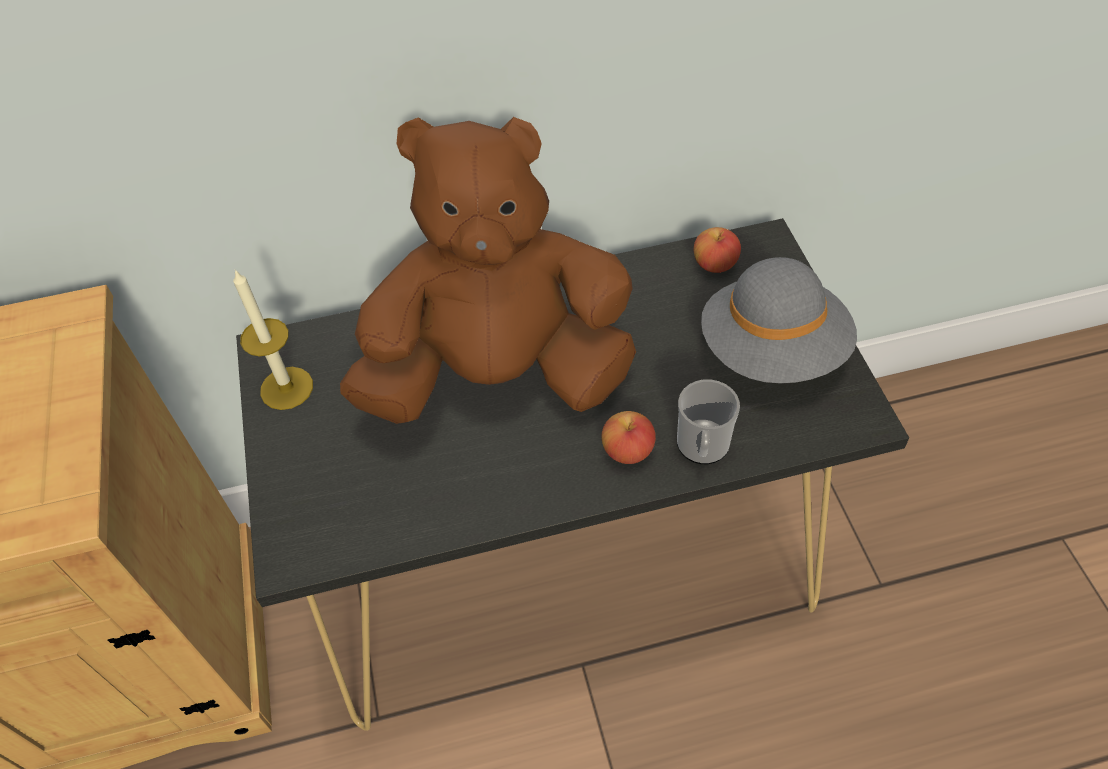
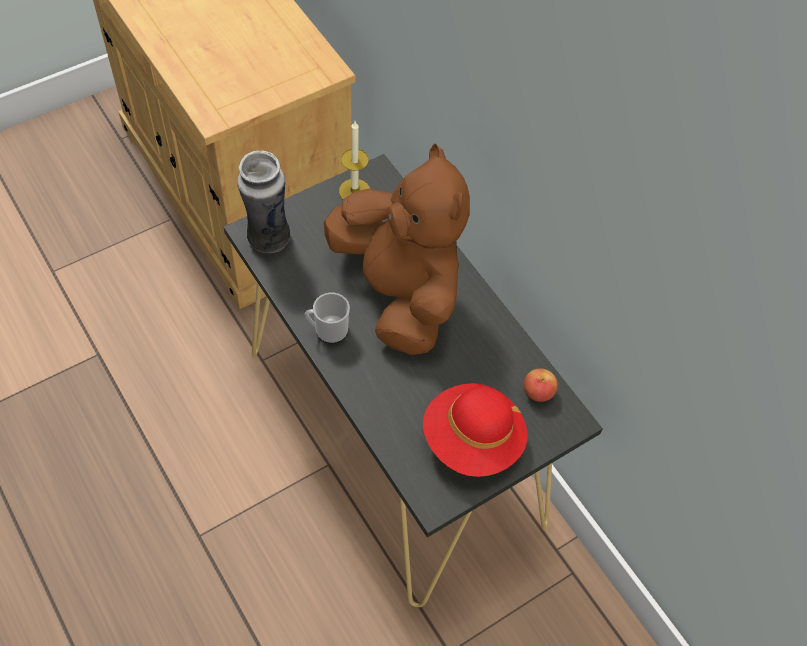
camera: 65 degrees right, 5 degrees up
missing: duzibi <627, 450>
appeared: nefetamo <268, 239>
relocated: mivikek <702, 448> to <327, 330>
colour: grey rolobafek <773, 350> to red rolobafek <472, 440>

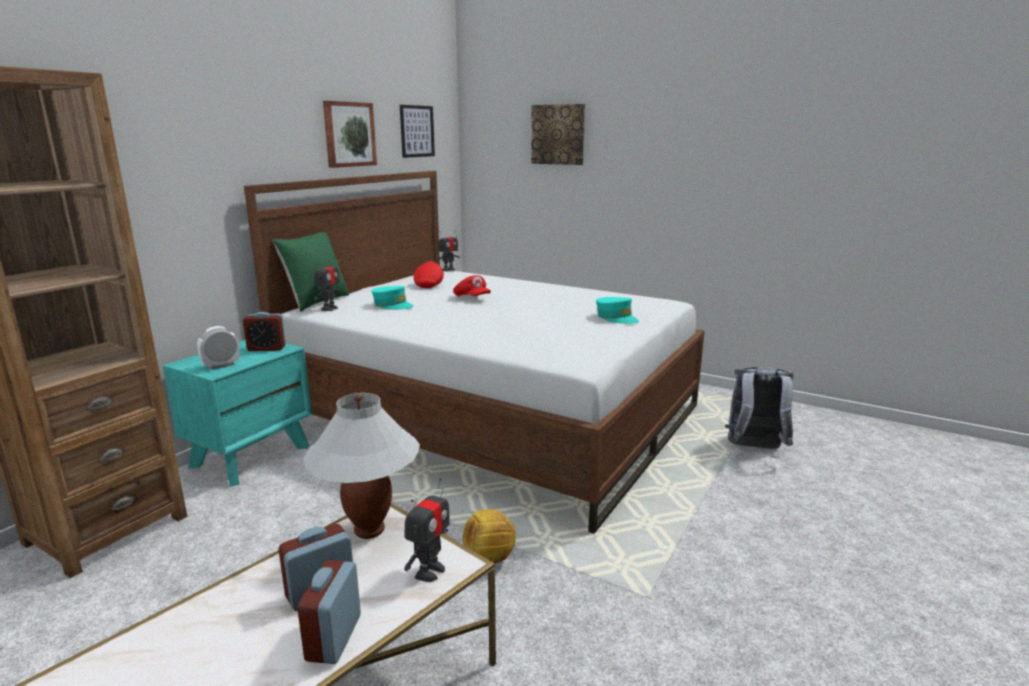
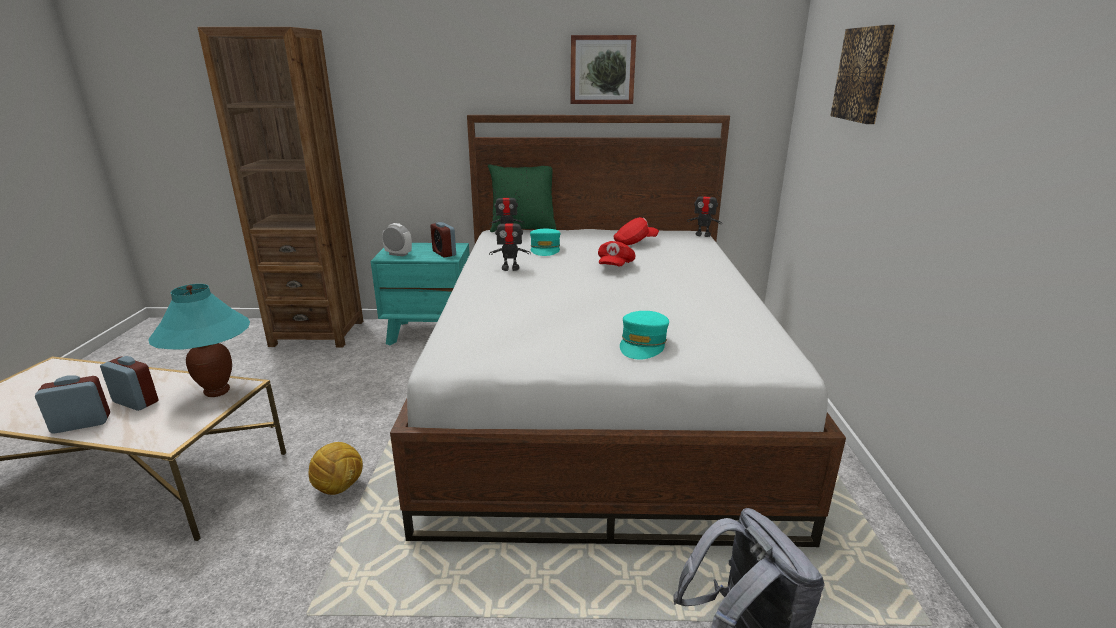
camera: 60 degrees right, 5 degrees up
missing: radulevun <417, 131>
relocated: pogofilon <429, 571> to <510, 268>
colour: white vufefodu <370, 530> to turquoise vufefodu <217, 391>

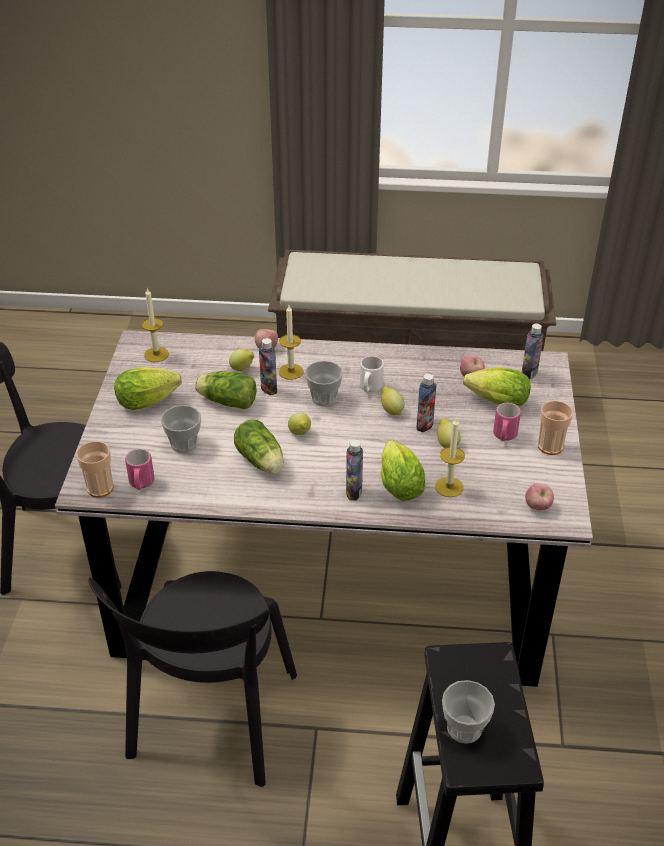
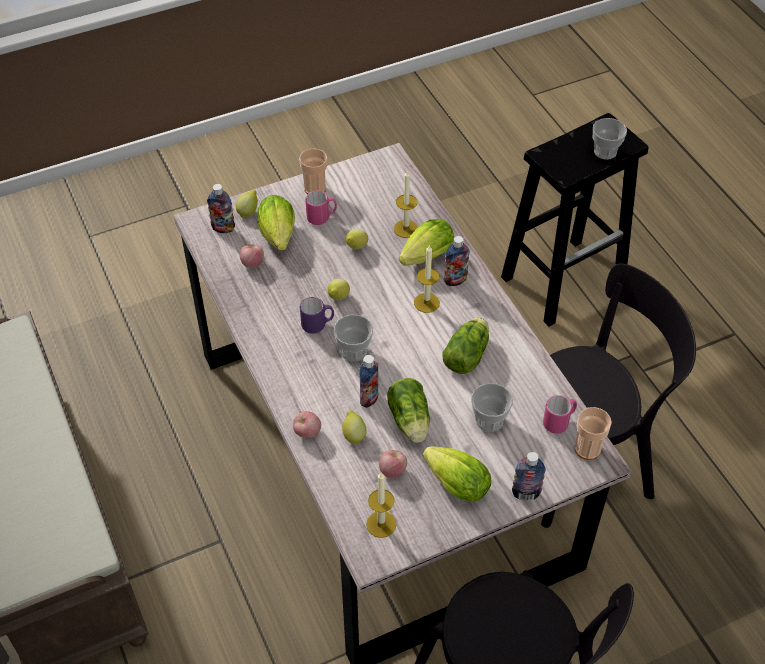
camera: 120 degrees left, 10 degrees up
relocated: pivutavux <291, 371> to <426, 302>; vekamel <424, 425> to <526, 493>; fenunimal <300, 434> to <248, 211>; duzibi <537, 507> to <392, 471>
colour: white mivikek <369, 389> to purple mivikek <318, 325>

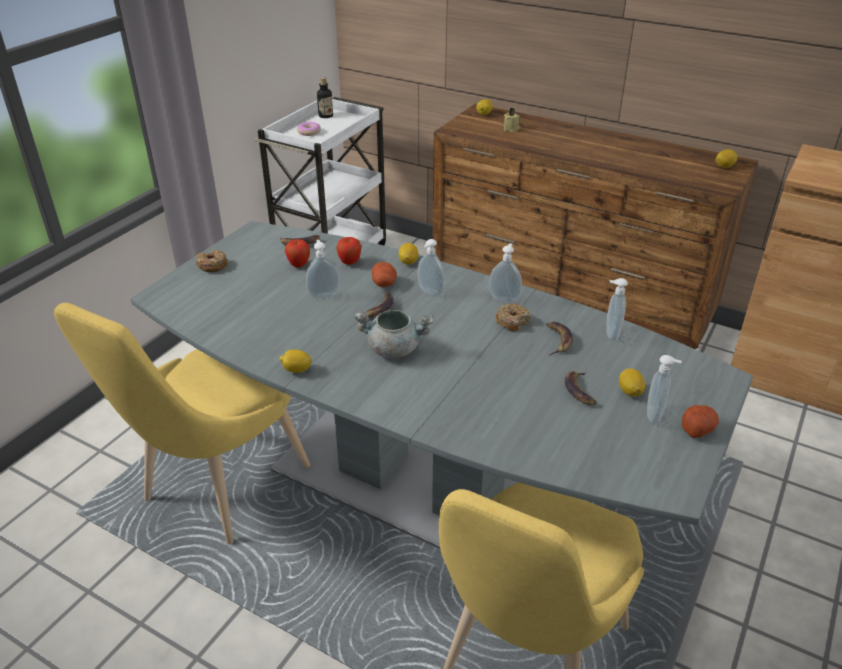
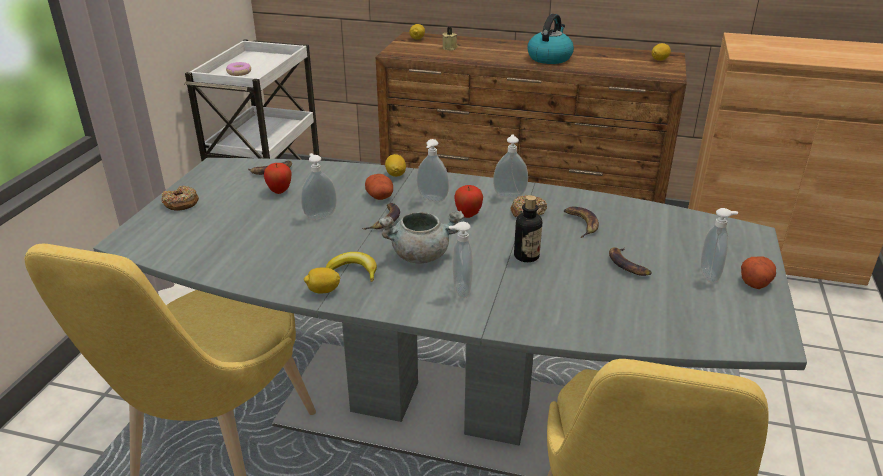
camera: 15 degrees left, 5 degrees down
missing: fenunimal <630, 391>
appeared: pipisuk <549, 58>; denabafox <354, 271>
relocated: vekamel <325, 116> to <526, 256>; duzibi <349, 262> to <468, 215>; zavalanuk <610, 334> to <459, 290>

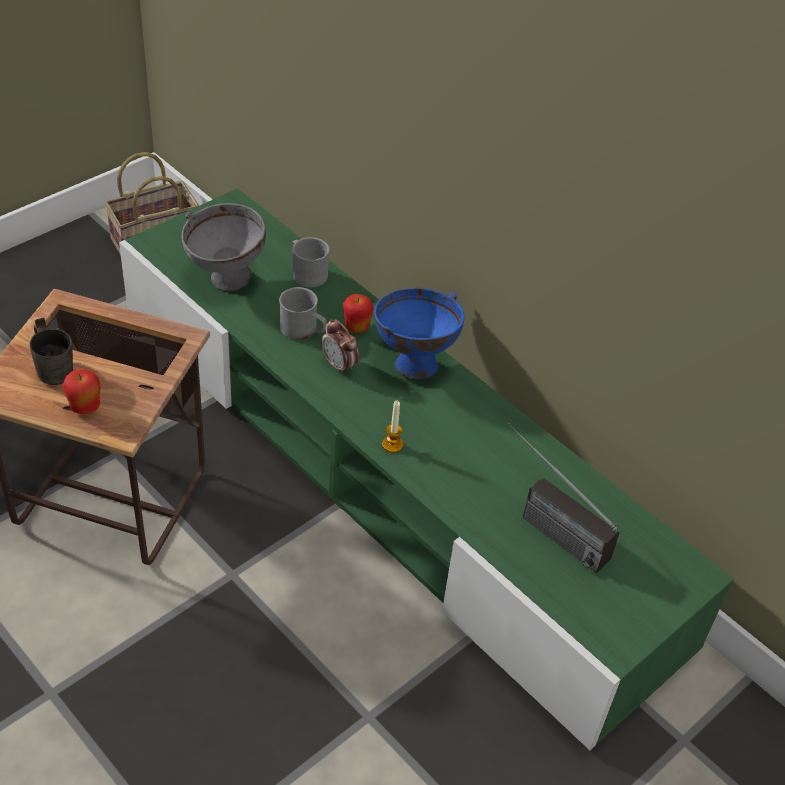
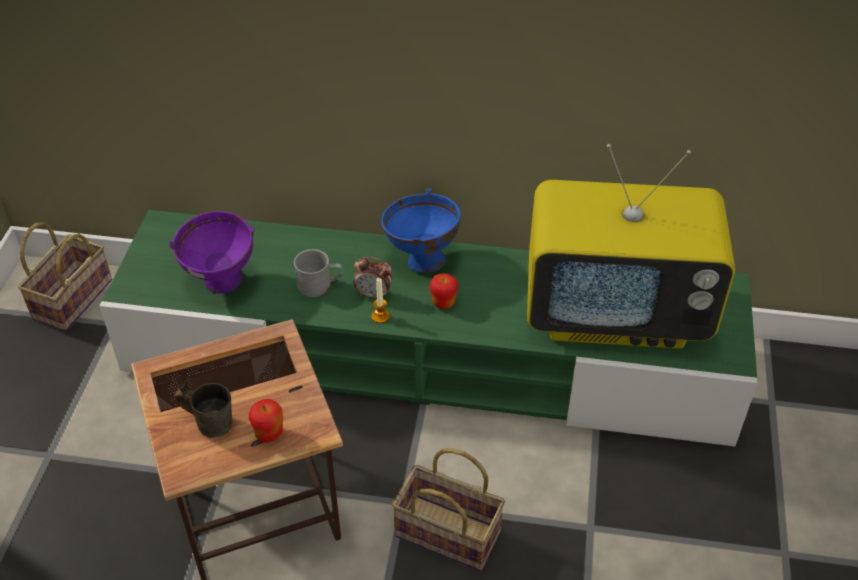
camera: 35 degrees left, 0 degrees up
missing: grey mivikek <306, 273>
appeared: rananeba <444, 534>
relocated: duzibi <356, 327> to <443, 303>; pivutavux <392, 444> to <380, 316>
exchanged: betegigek <544, 525> to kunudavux <616, 314>
colour: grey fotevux <227, 281> to purple fotevux <222, 284>

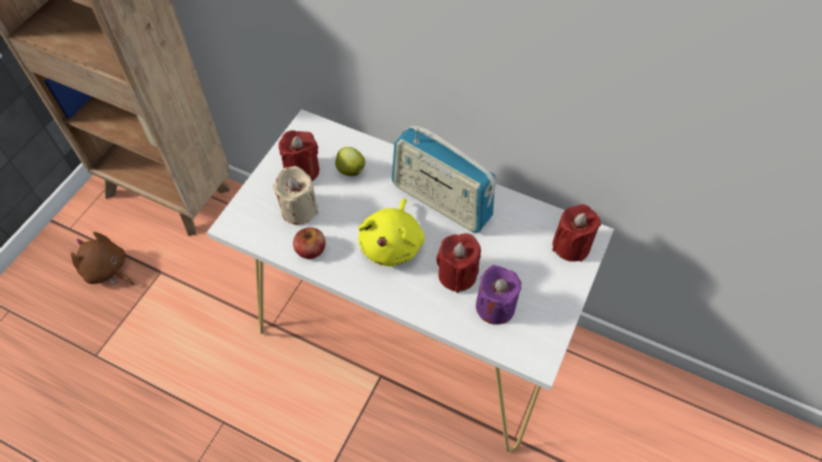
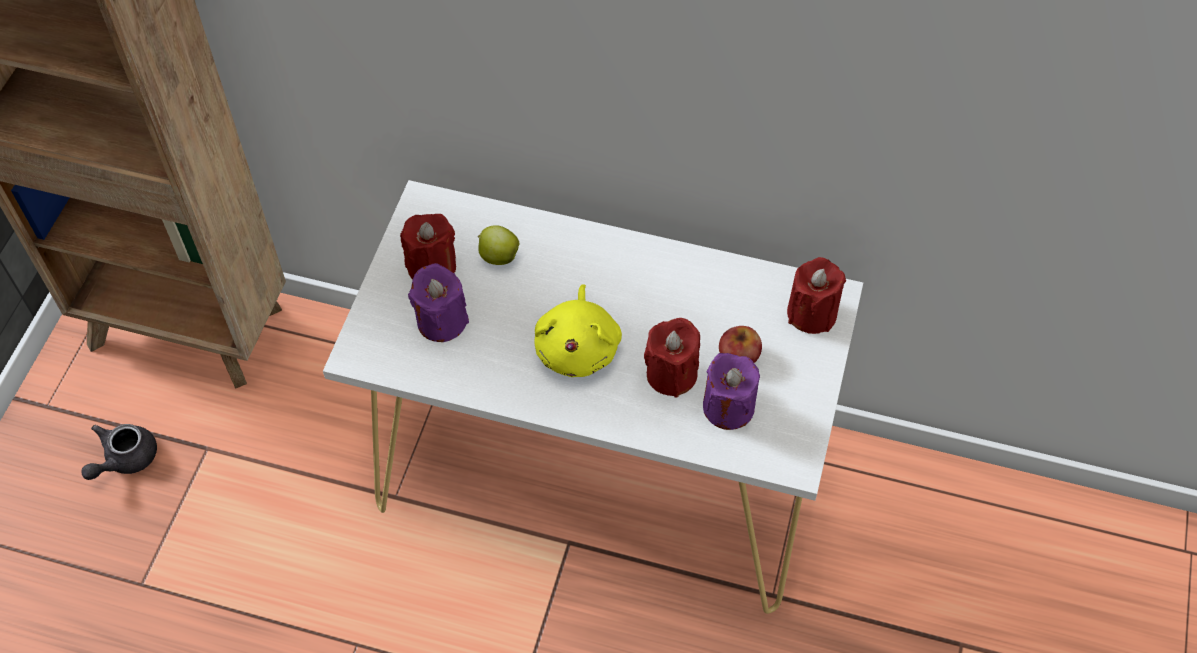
camera: 10 degrees left, 0 degrees up
missing: betegigek <441, 201>
relocated: duzibi <310, 249> to <739, 355>
exchanged: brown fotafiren <107, 270> to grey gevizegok <124, 459>
colour: beige pivutavux <299, 209> to purple pivutavux <441, 321>

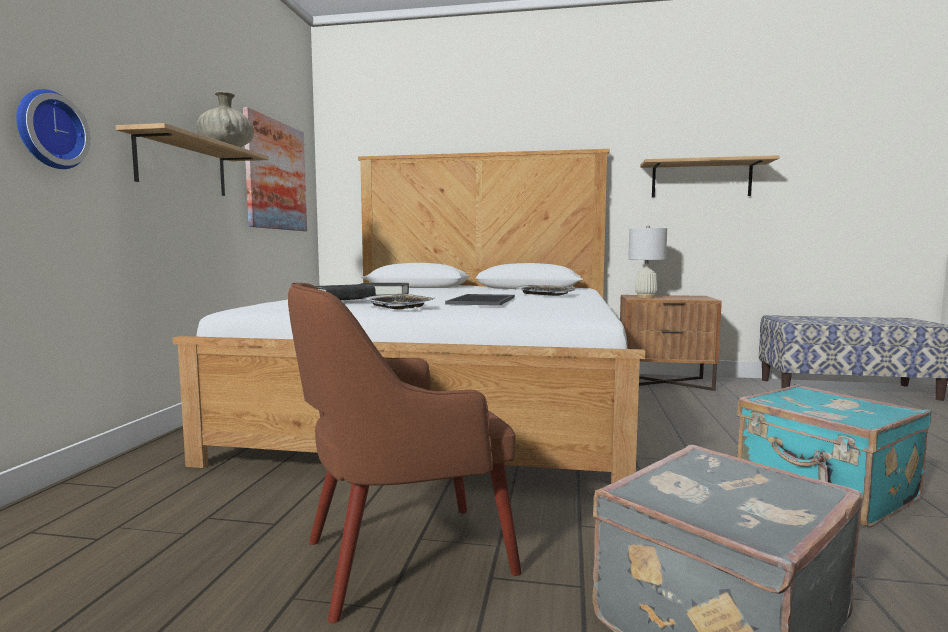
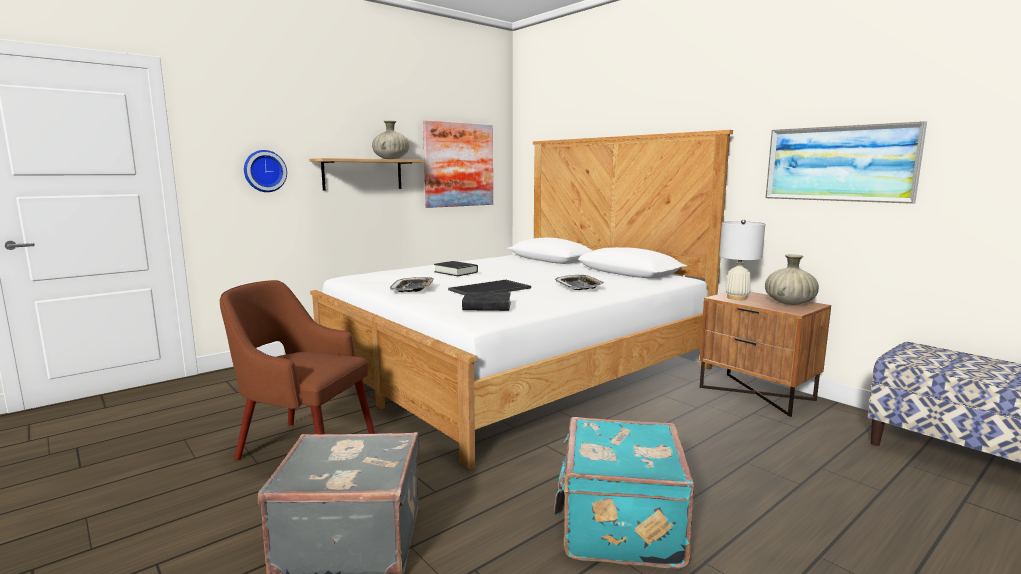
camera: 40 degrees right, 5 degrees up
appeared: beige nefetamo <789, 303>
relocated: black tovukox <343, 298> to <487, 306>
exchanged: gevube <701, 180> to radulevun <839, 163>

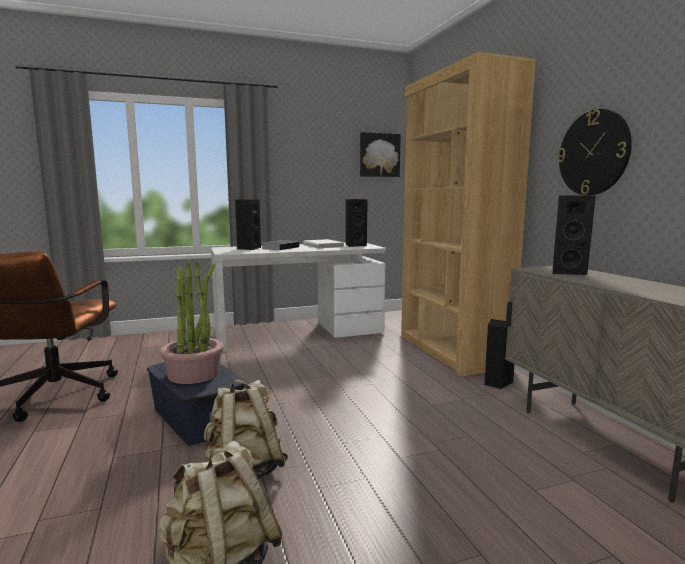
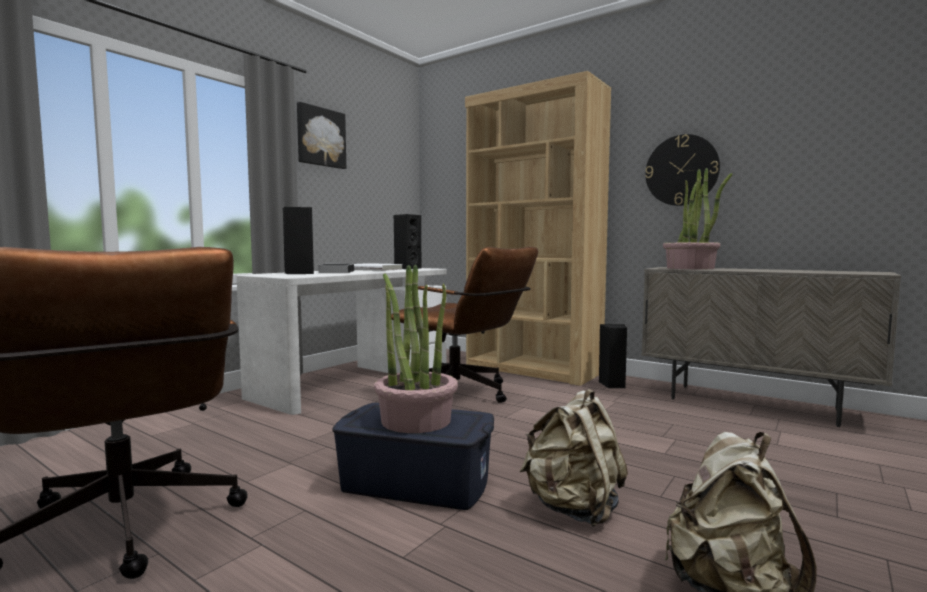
camera: 35 degrees left, 5 degrees down
appeared: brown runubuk <463, 395>
relocated: radulevun <379, 155> to <320, 137>
exchanged: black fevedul <567, 272> to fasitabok <690, 268>

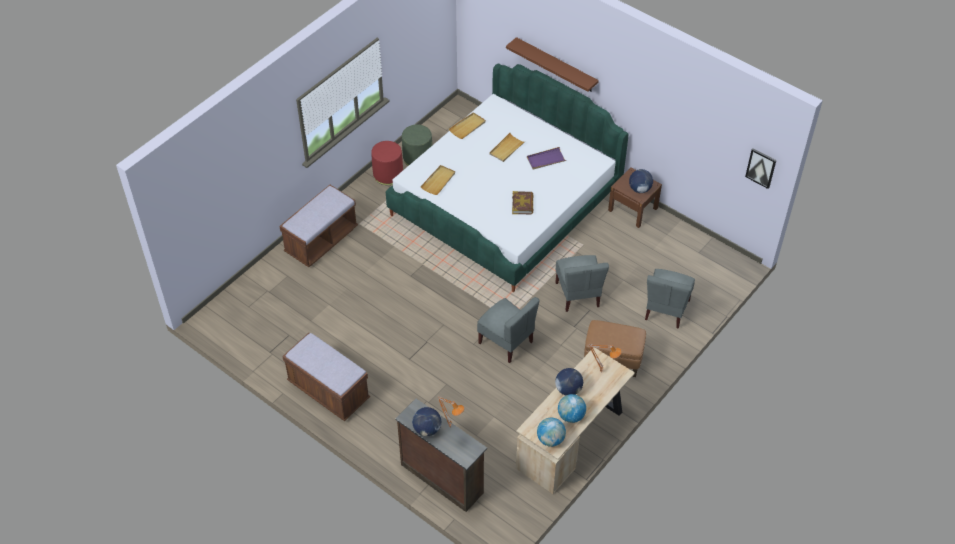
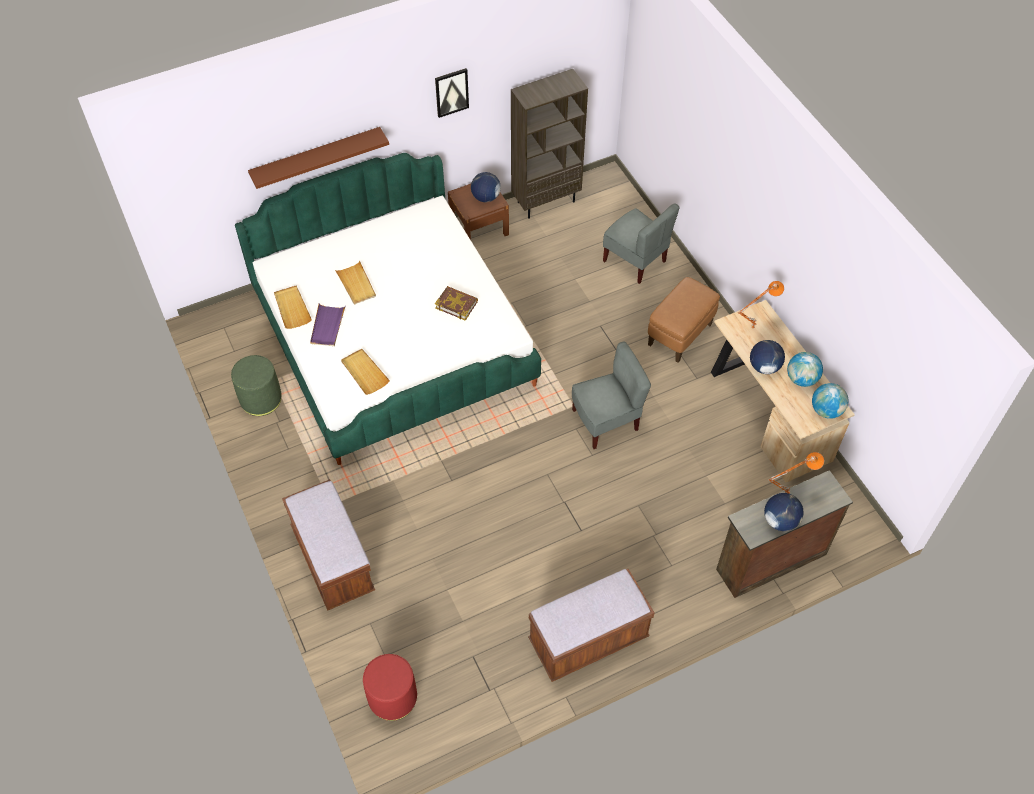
camera: 65 degrees left, 5 degrees up
missing: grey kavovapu <578, 295>
appeared: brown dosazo <546, 201>
relocated: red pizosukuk <388, 174> to <392, 697>; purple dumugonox <546, 160> to <327, 326>; radulevun <761, 168> to <451, 92>

